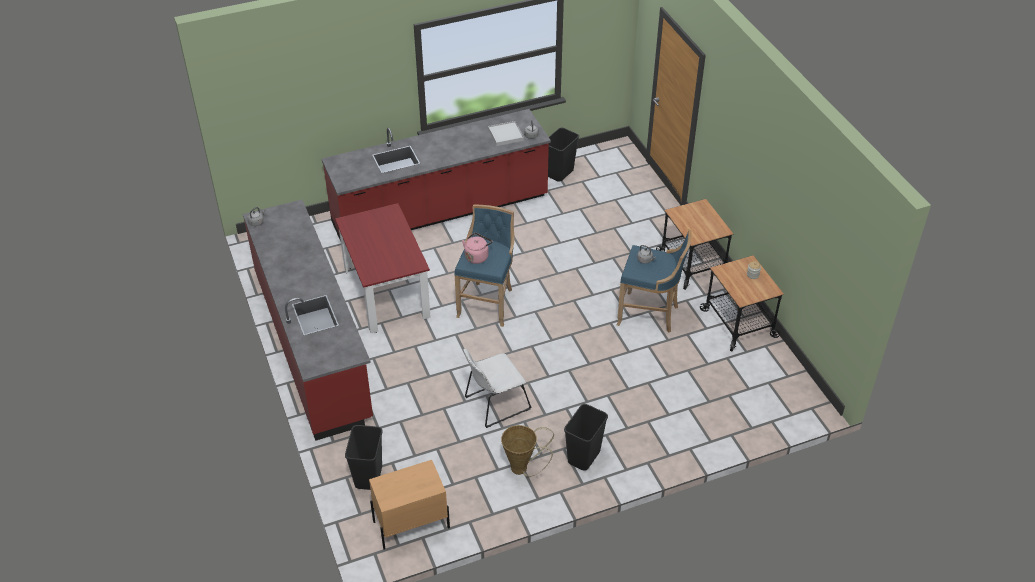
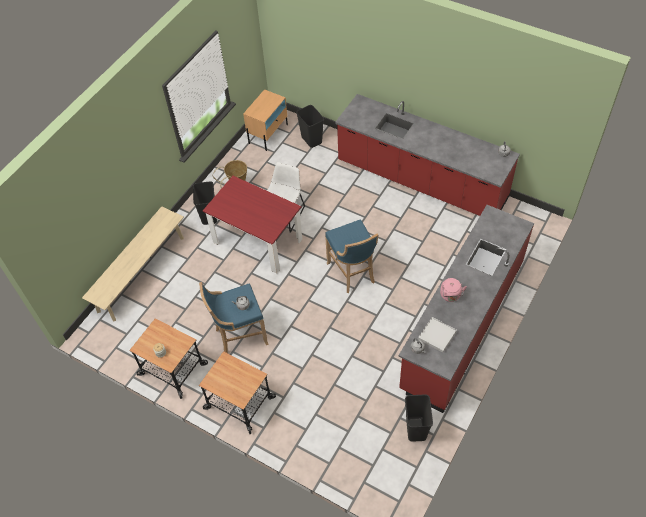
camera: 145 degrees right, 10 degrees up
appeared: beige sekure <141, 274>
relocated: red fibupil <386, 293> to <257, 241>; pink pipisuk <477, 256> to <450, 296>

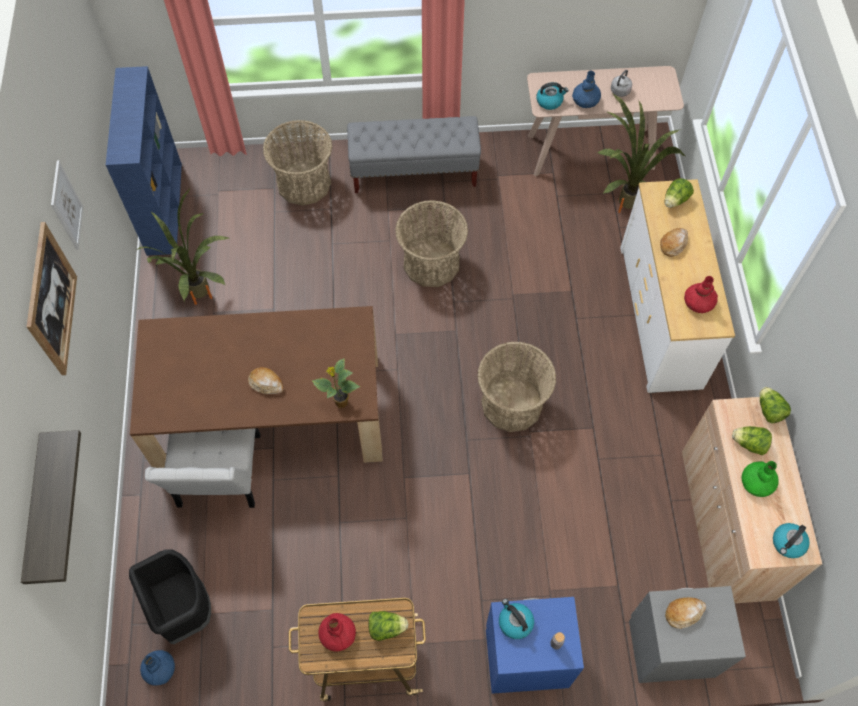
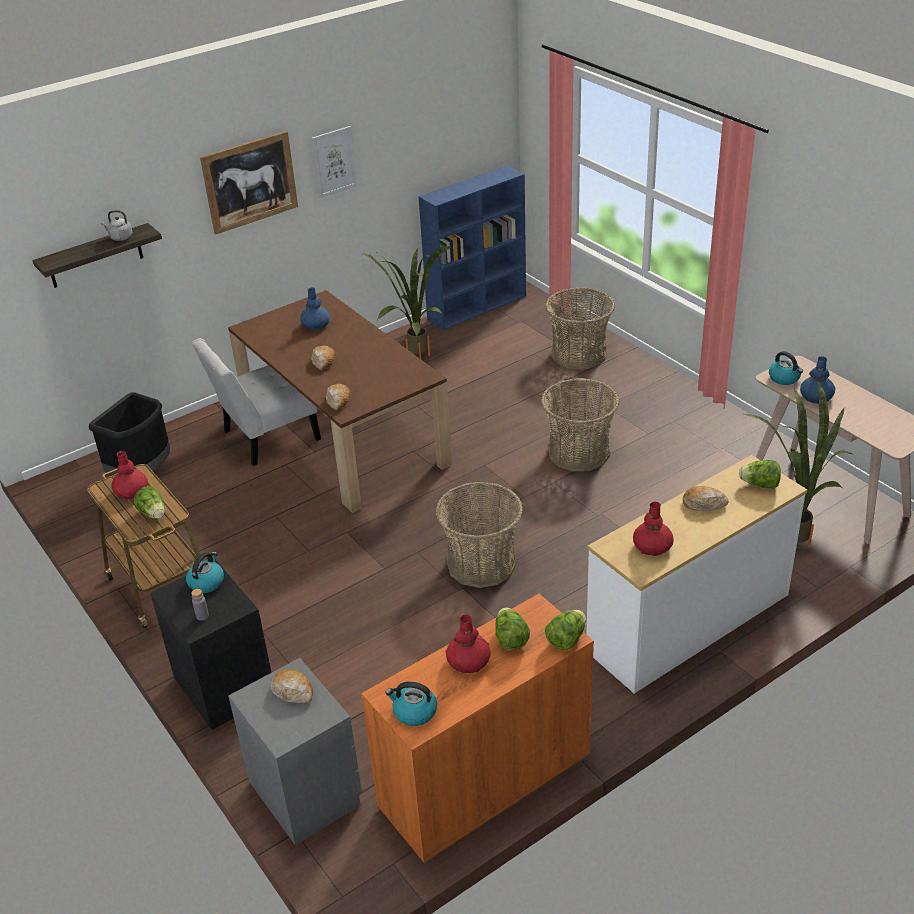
camera: 60 degrees right, 25 degrees down
missing: grey sekure <414, 172>
relocated: grey pipisuk <619, 91> to <120, 237>; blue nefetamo <159, 669> to <316, 325>
exchanged: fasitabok <340, 402> to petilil <338, 401>
colour: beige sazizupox <726, 524> to orange sazizupox <485, 781>; green nefetamo <757, 482> to red nefetamo <468, 661>; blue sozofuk <526, 656> to black sozofuk <225, 686>

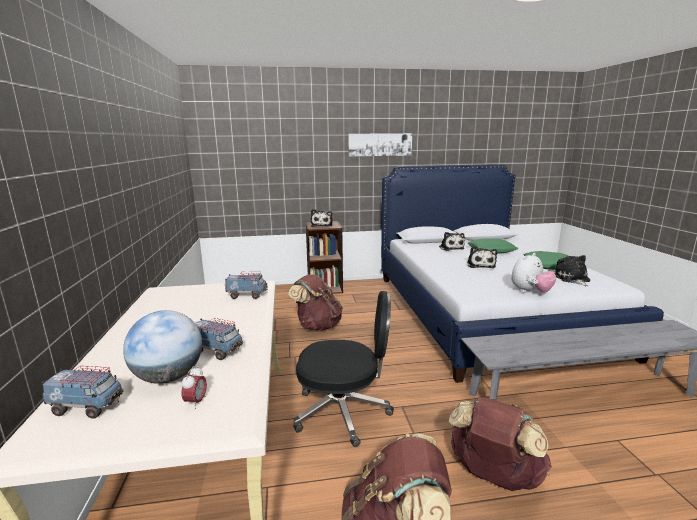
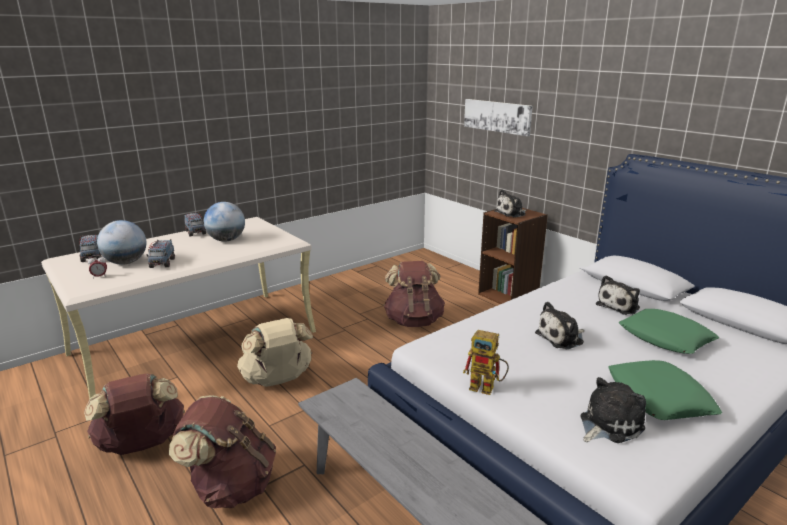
camera: 60 degrees right, 5 degrees up
appeared: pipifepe <226, 240>
relocated: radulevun <380, 144> to <497, 116>; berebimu <247, 295> to <195, 232>
exchanged: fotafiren <530, 292> to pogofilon <487, 388>; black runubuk <343, 411> to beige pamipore <278, 380>

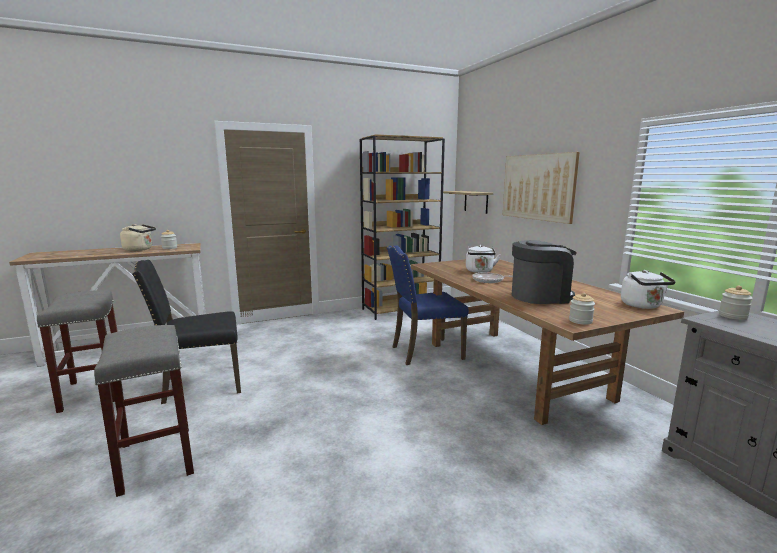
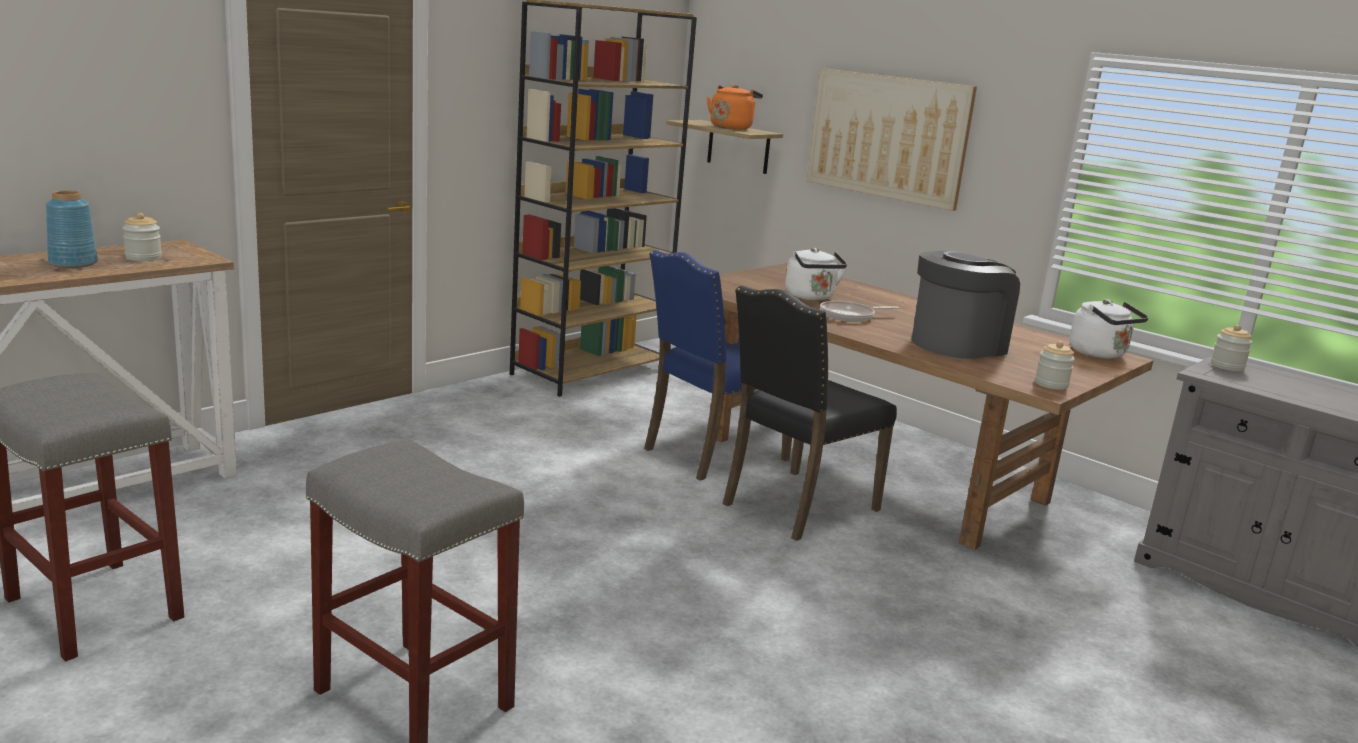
camera: 25 degrees left, 5 degrees up
appeared: orange pipisuk <732, 127>
relocated: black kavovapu <200, 384> to <796, 506>
exchanged: beige pipisuk <140, 249> to blue nefetamo <74, 263>

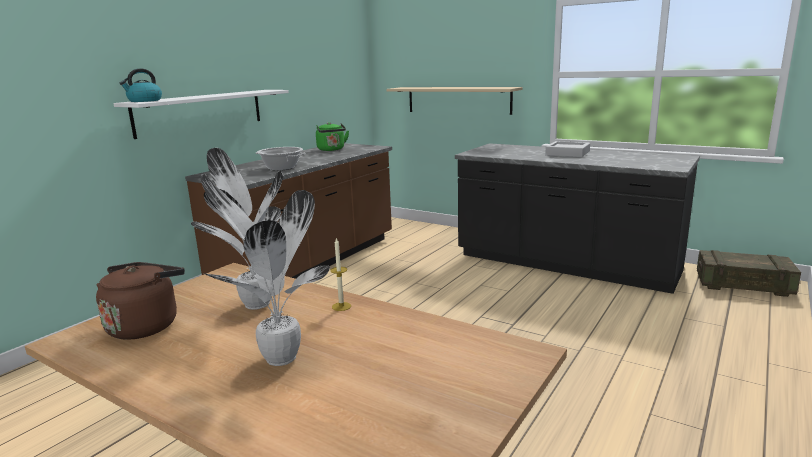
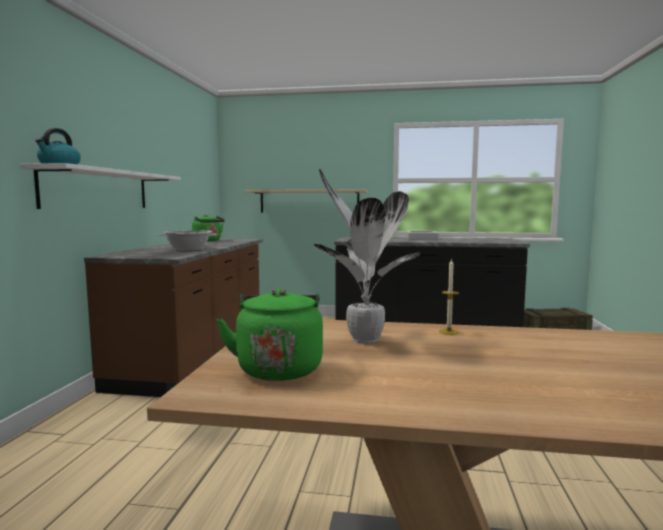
camera: 25 degrees left, 10 degrees down
missing: fasitabok <277, 358>
colour: brown pipisuk <146, 325> to green pipisuk <279, 368>

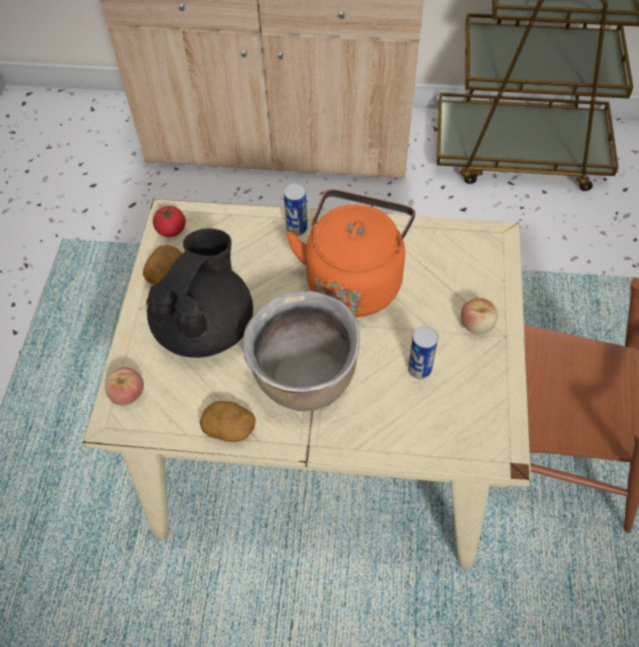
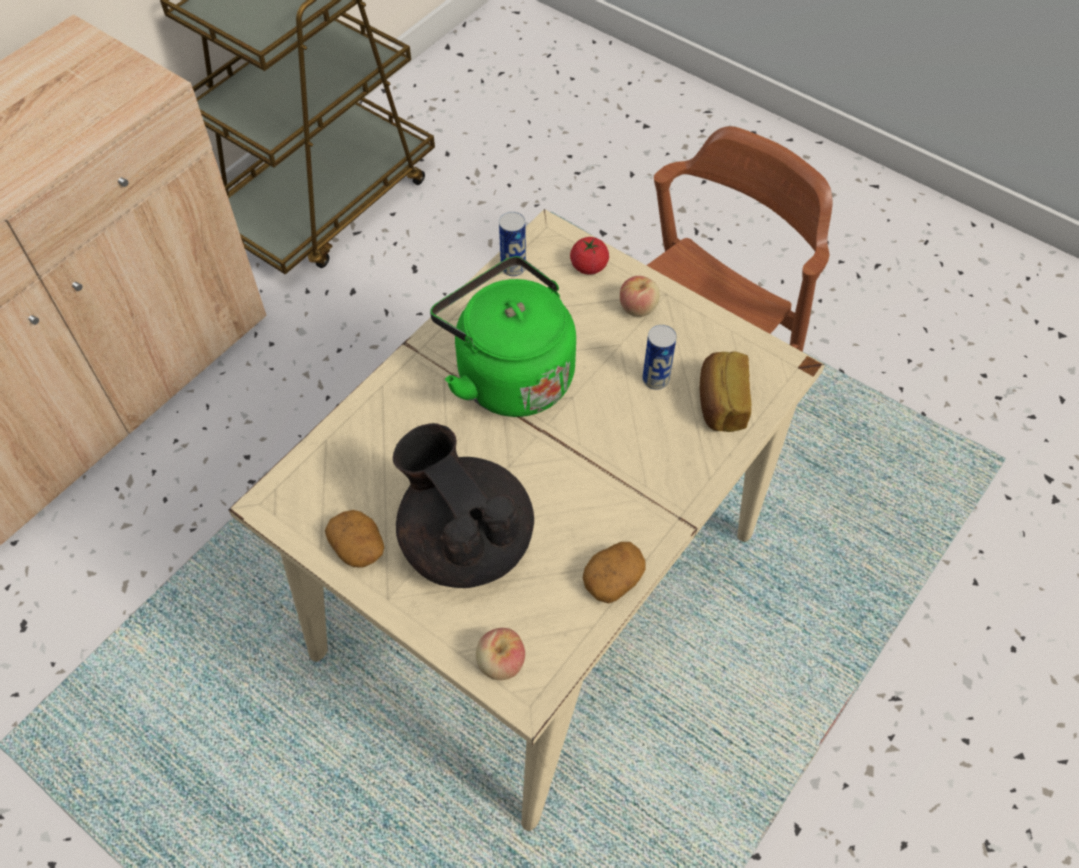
camera: 60 degrees left, 0 degrees up
missing: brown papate <305, 381>
appeared: petilil <720, 403>
relocated: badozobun <297, 228> to <513, 267>; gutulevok <171, 230> to <589, 266>
colour: orange pipisuk <354, 279> to green pipisuk <509, 374>

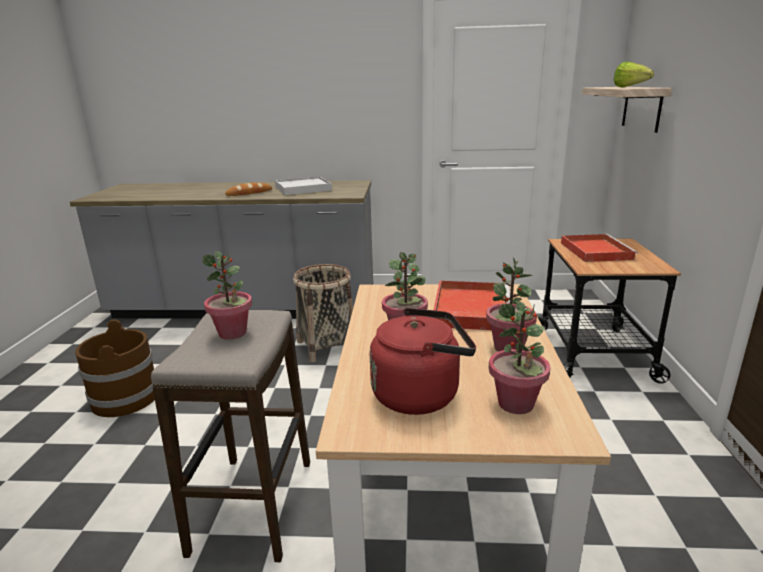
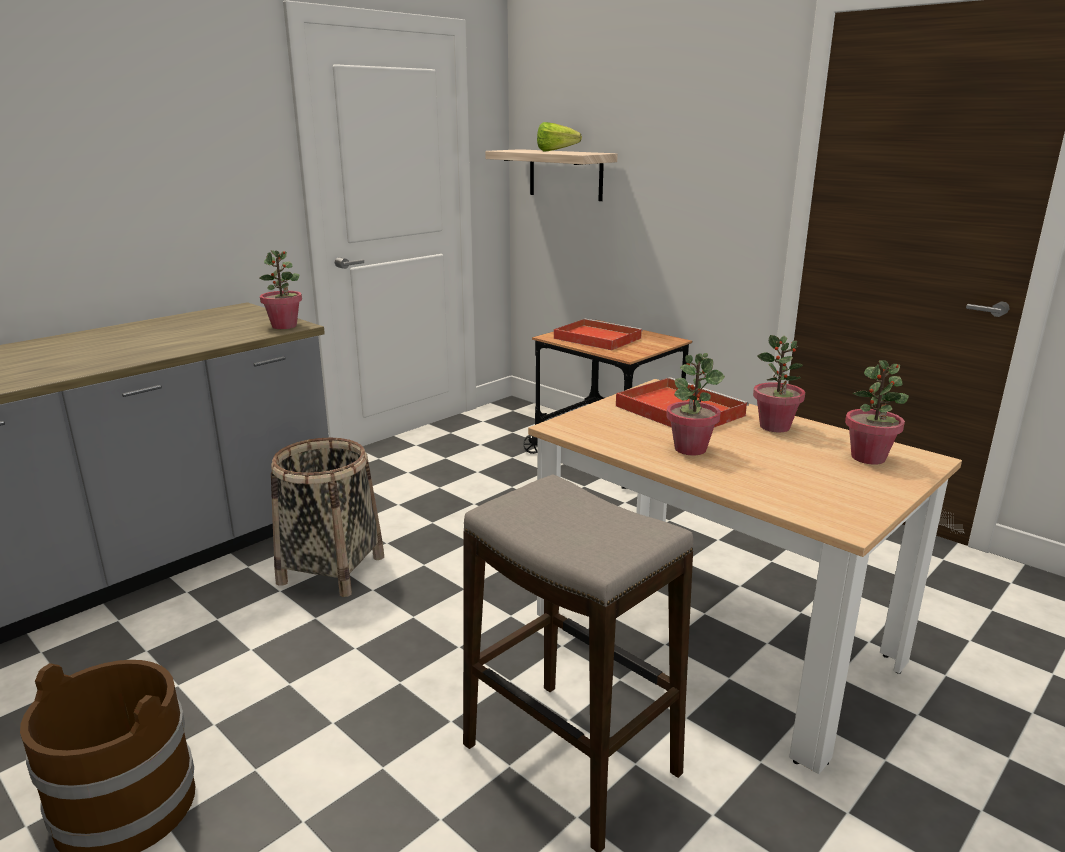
camera: 50 degrees left, 0 degrees up
missing: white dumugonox <303, 188>; petilil <249, 193>; red pipisuk <420, 394>
relocated: fasitabok <233, 333> to <284, 326>

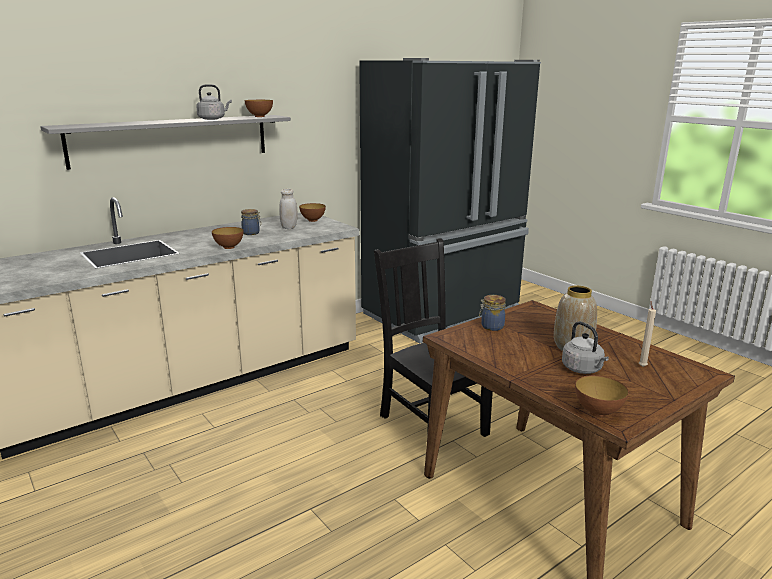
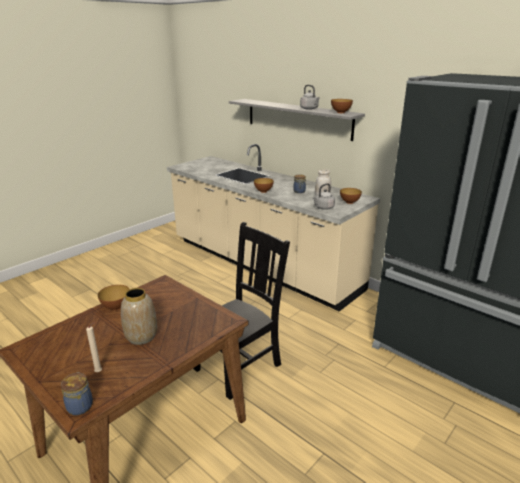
camera: 80 degrees right, 5 degrees up
relocated: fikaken <491, 326> to <80, 406>; grey pipisuk <583, 369> to <323, 208>; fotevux <597, 412> to <116, 307>

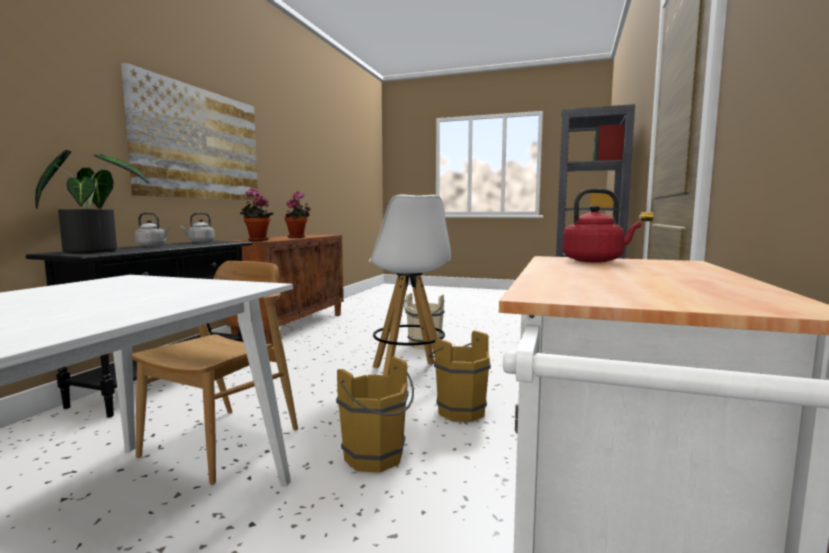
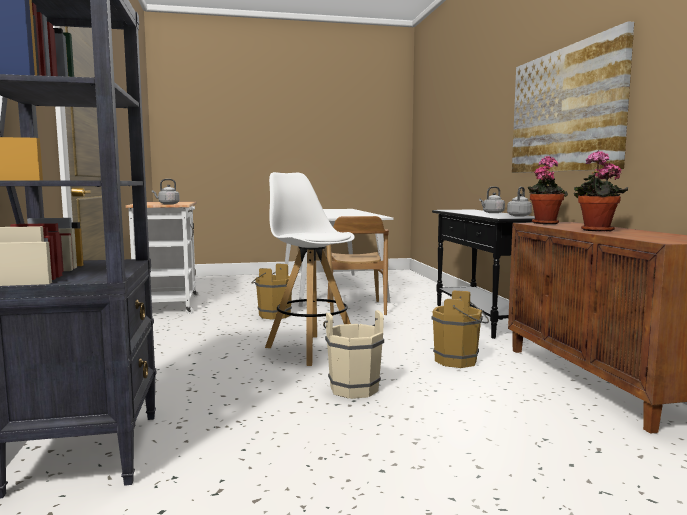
camera: 150 degrees right, 0 degrees up
missing: fasitabok <95, 251>
relocated: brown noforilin <458, 410> to <459, 361>
colour: red pipisuk <595, 261> to grey pipisuk <167, 204>

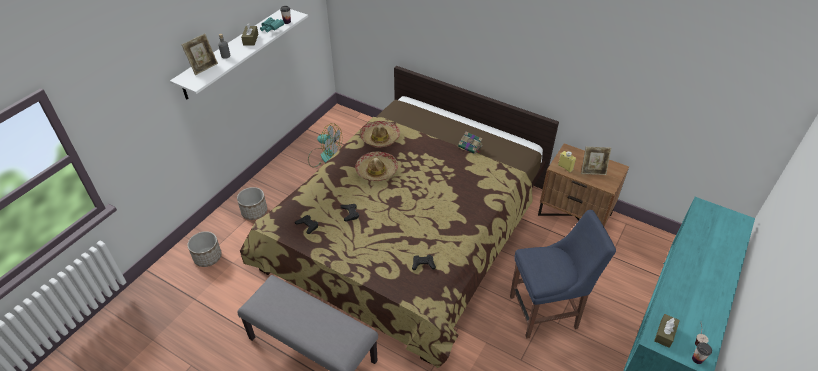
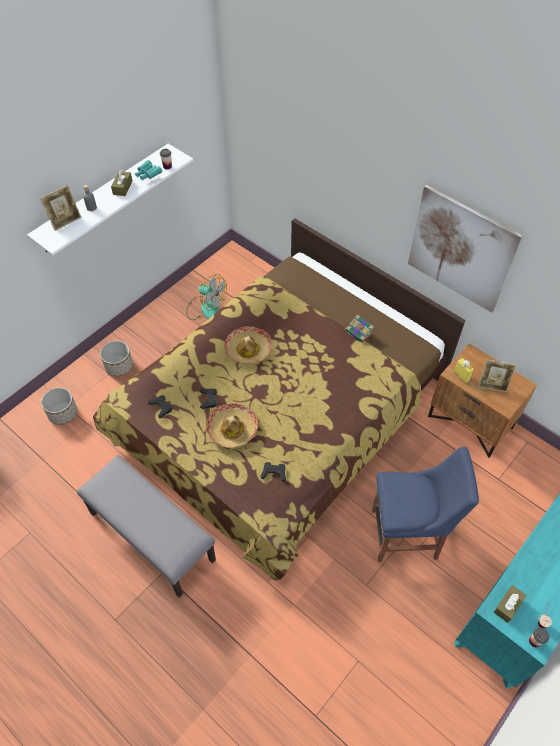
camera: 10 degrees right, 10 degrees up
appeared: radulevun <461, 249>
relocated: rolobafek <380, 138> to <232, 429>

